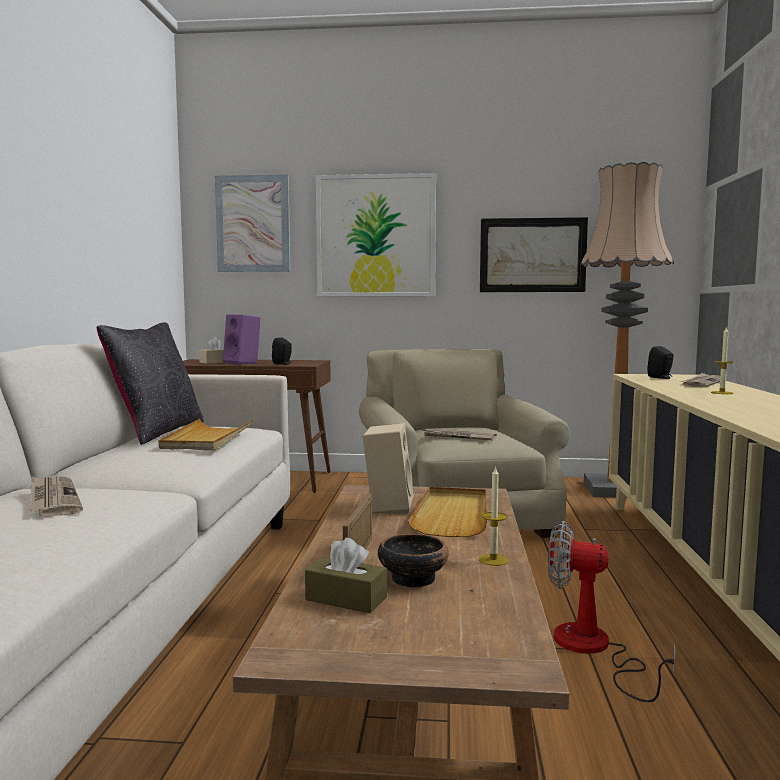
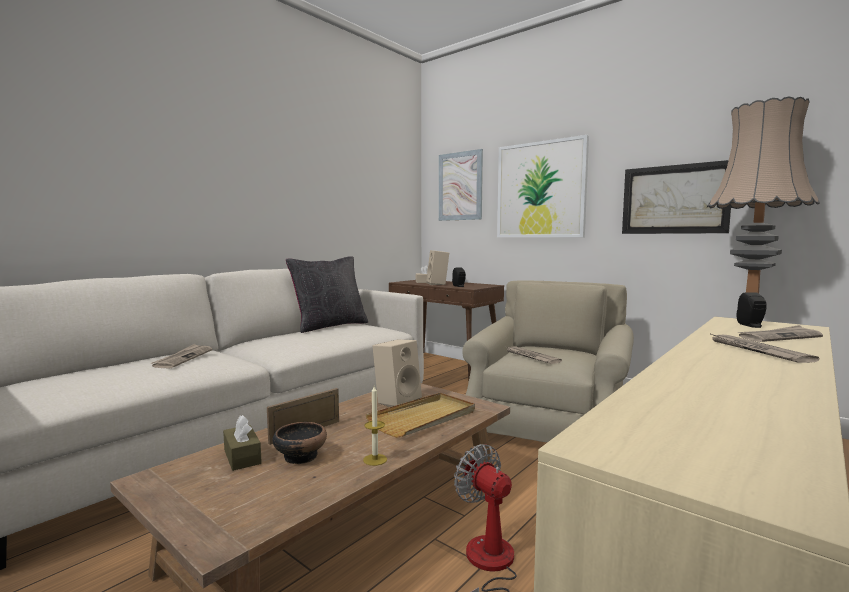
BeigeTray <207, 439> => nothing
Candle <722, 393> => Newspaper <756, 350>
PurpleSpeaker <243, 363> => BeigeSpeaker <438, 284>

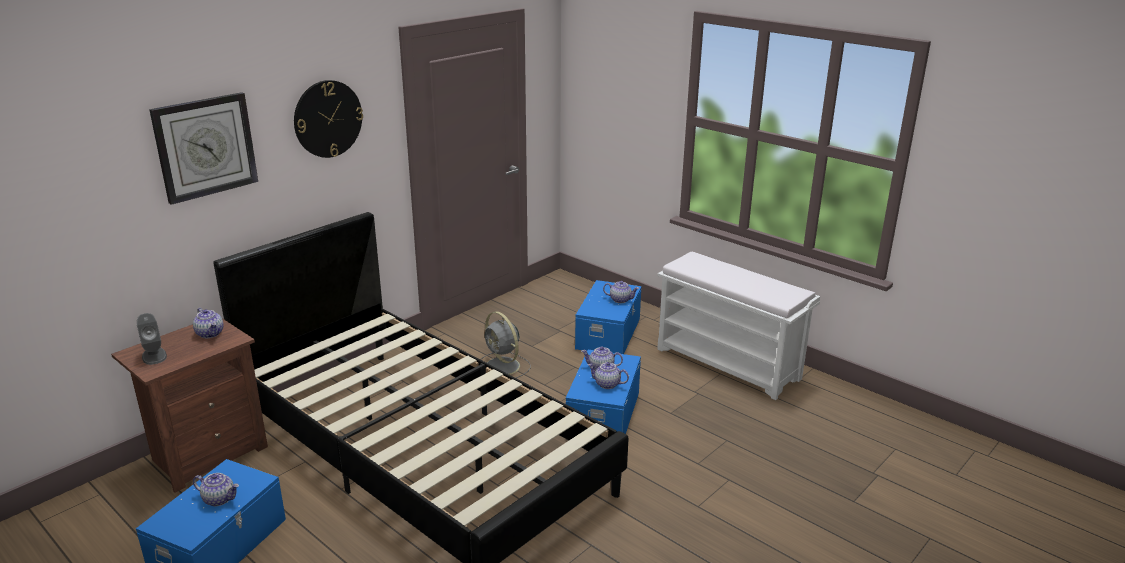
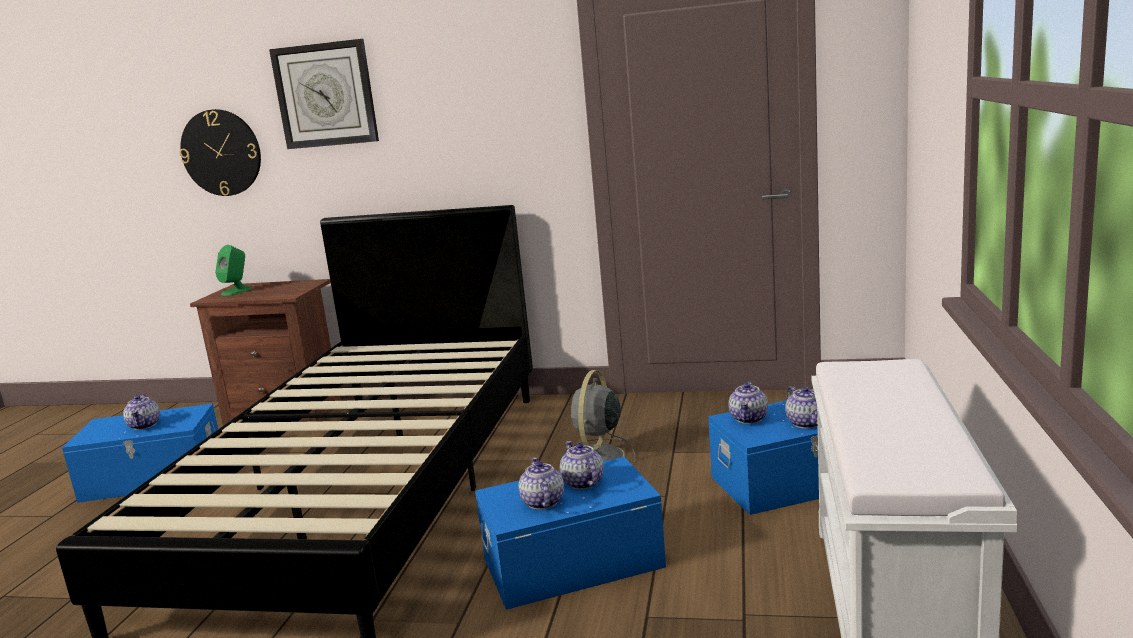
Teapot <210, 334> => Teapot <749, 419>, relocated
WallClock <328, 119> => WallClock <221, 153>, relocated
GreySpeaker <154, 356> => GreenSpeaker <237, 291>

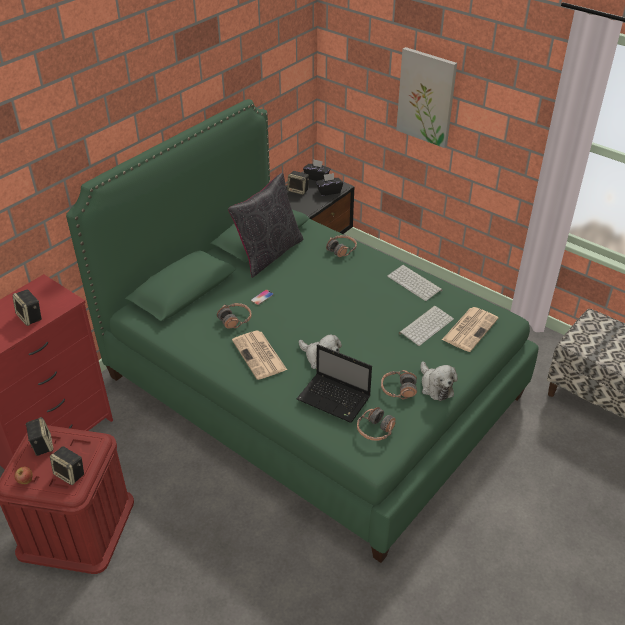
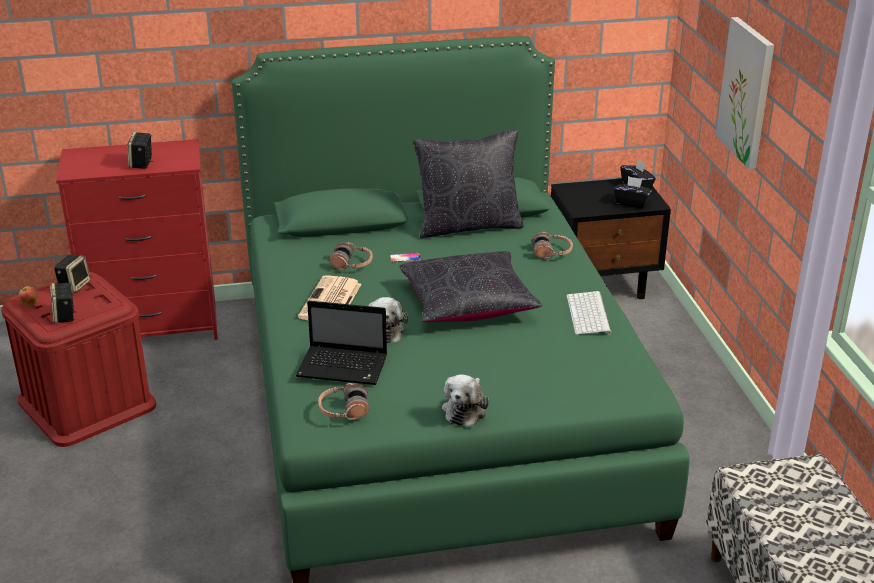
Speaker <298, 190> => nothing
Headphones <398, 389> => nothing
Keyboard <426, 325> => nothing
Newspaper <470, 329> => nothing
nothing => BlackPillow <468, 303>
Laptop <335, 399> => Laptop <344, 367>, 60 degrees counterclockwise

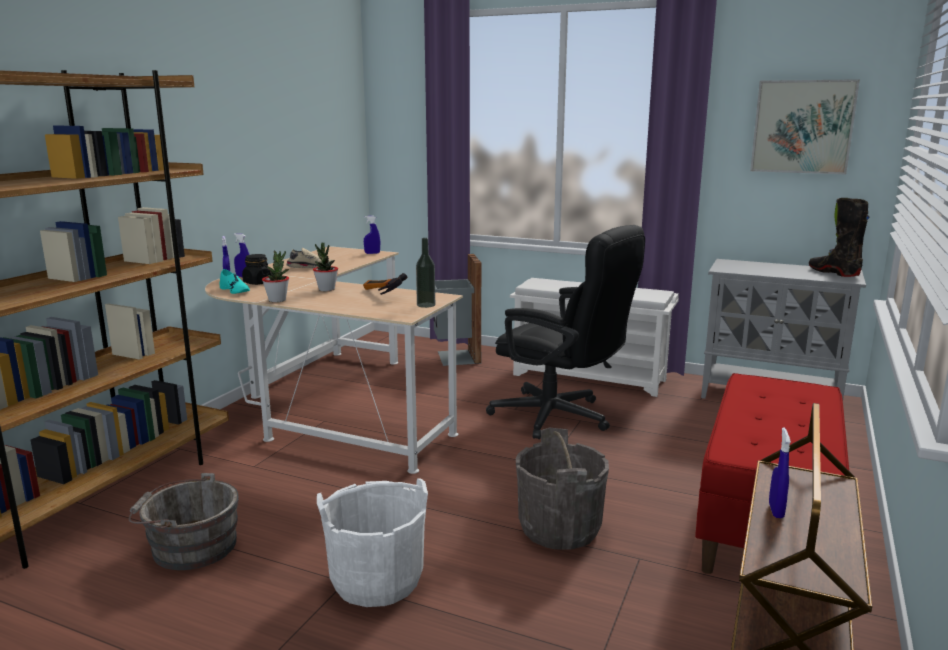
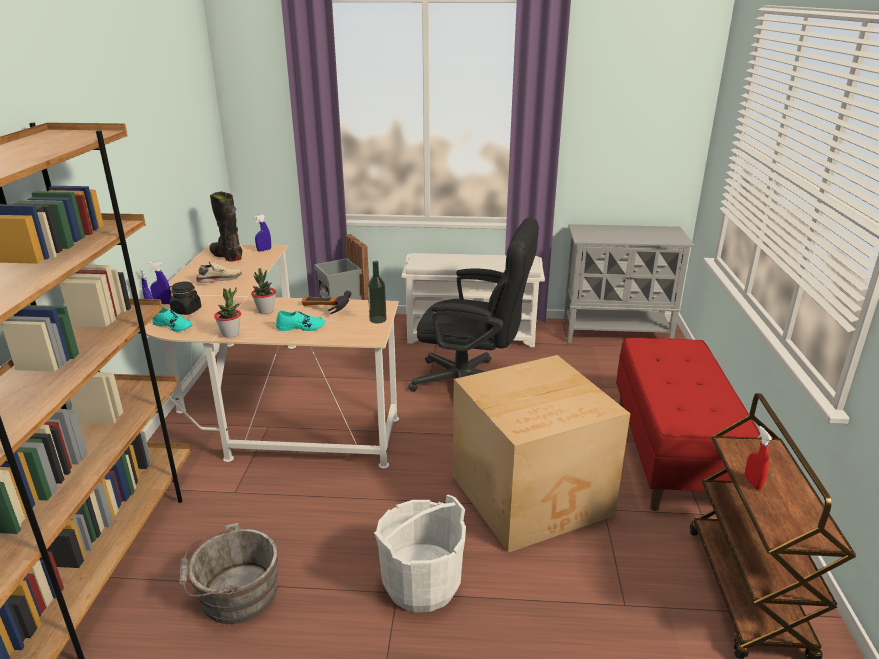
Picture <802, 127> => nothing
nothing => TurquoiseShoe <301, 327>
BlackBoot <834, 272> => BlackBoot <226, 256>, relocated
GreyBucket <560, 528> => CardboardBox <533, 495>
BlueSprayBottle <776, 511> => RedSprayBottle <752, 483>

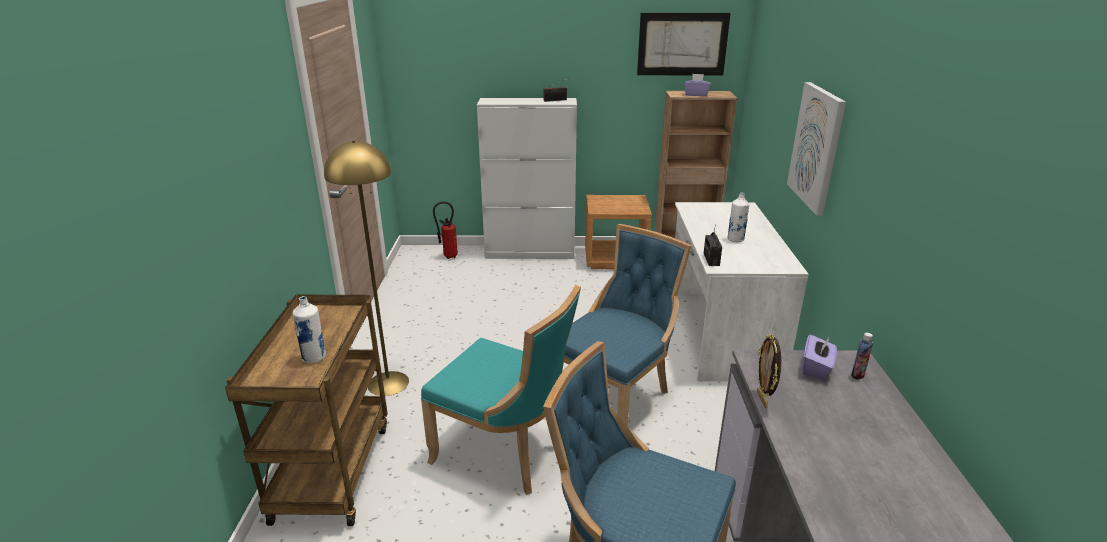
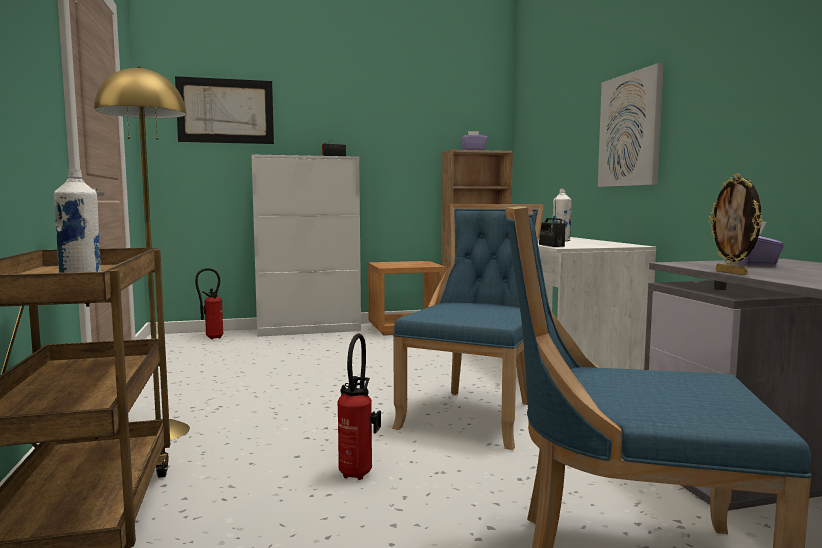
Bottle <857, 375> => nothing
Picture <682, 44> => Picture <225, 111>, relocated
TurquoiseChair <506, 452> => FireExtinguisher <359, 472>

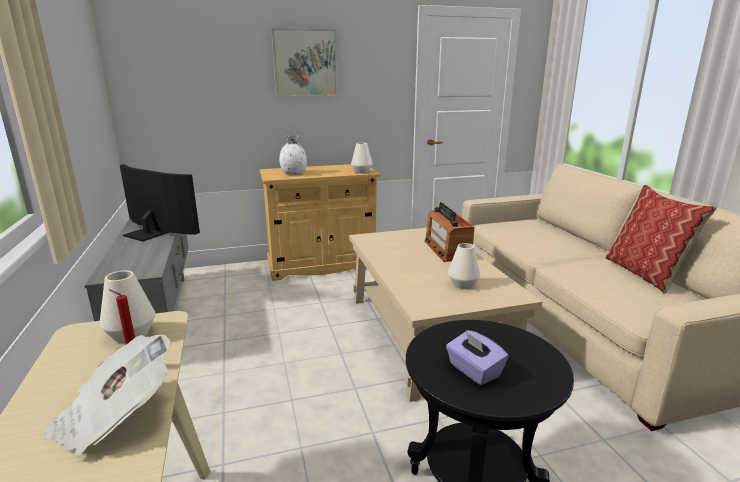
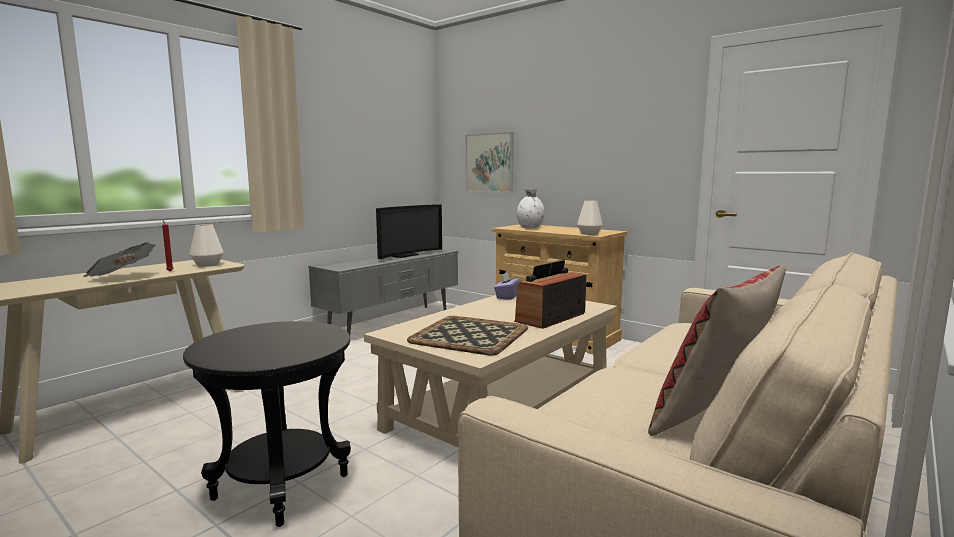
Picture <305, 63> => Picture <489, 163>, relocated
PurpleTissueBox <474, 371> => PurpleTissueBox <507, 296>, relocated
WhiteVase <463, 284> => Tray <468, 335>
Television <152, 232> => Television <404, 255>, 45 degrees clockwise

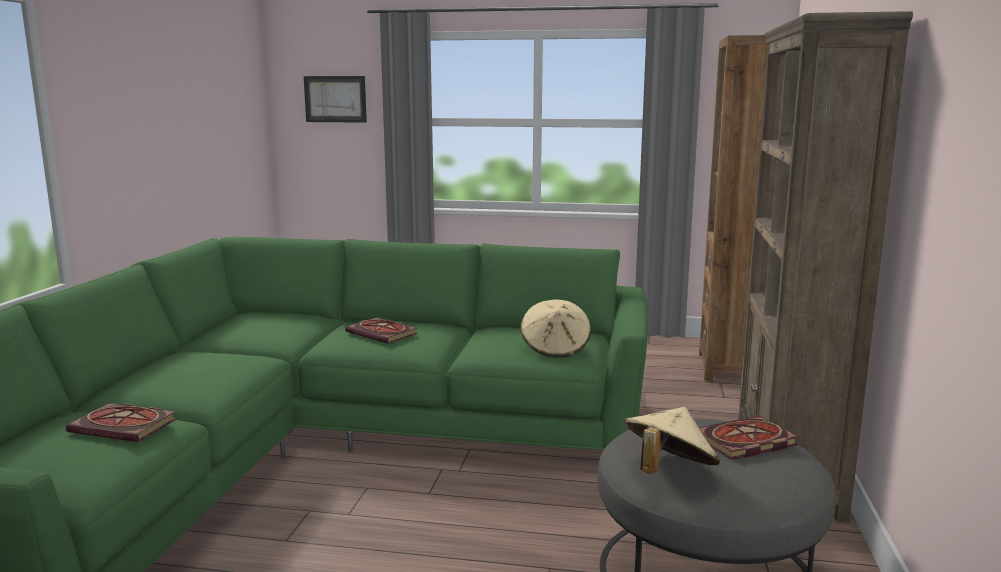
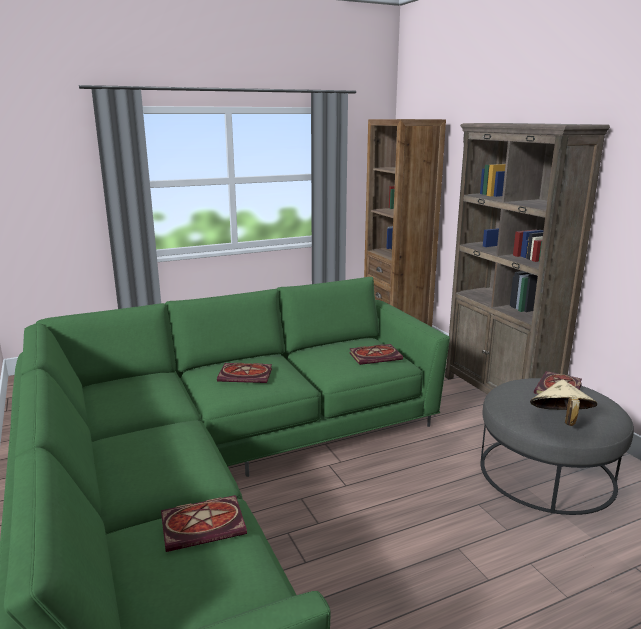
Picture <335, 99> => nothing
BeigeHat <555, 348> => Book <376, 356>

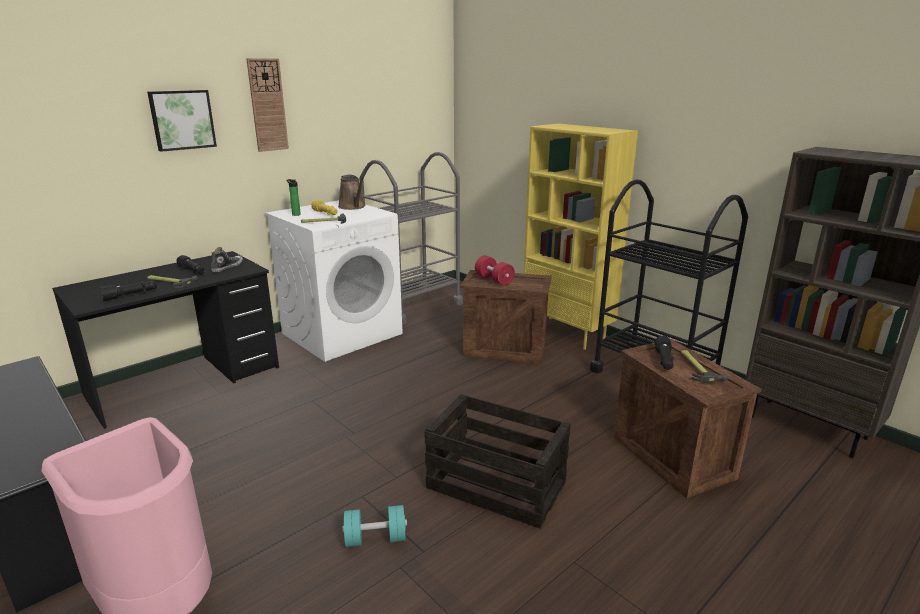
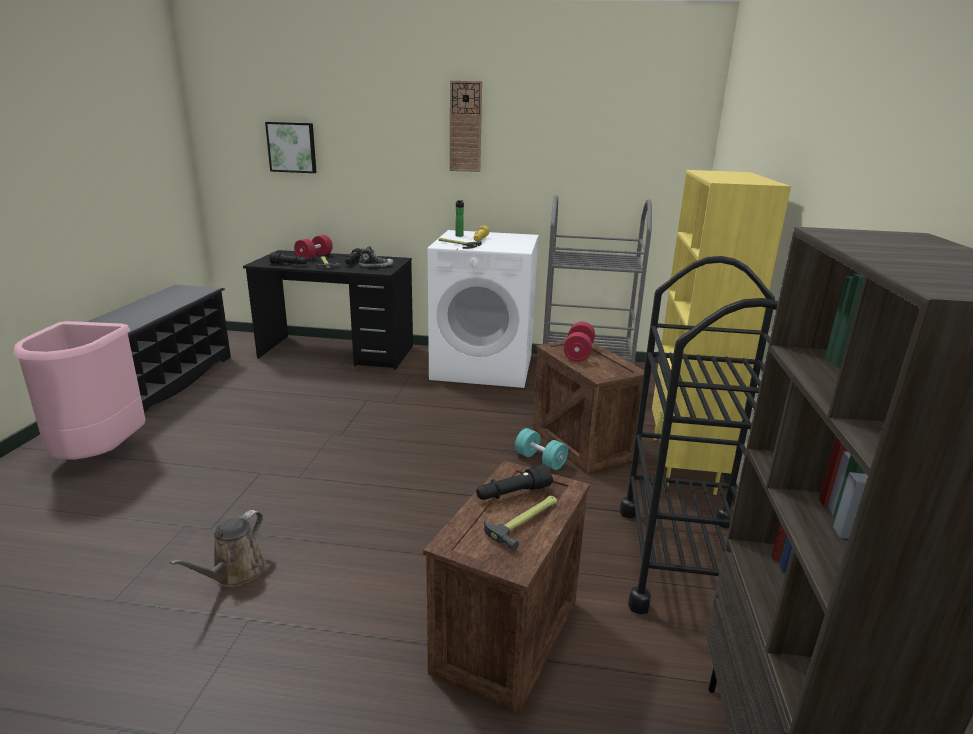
Crate <497, 485> => nothing
nothing => RedDumbbell <314, 257>
Picture <182, 120> => Picture <292, 147>, relocated
BrownWateringCan <353, 207> => BrownWateringCan <235, 573>, relocated
TurquoiseDumbbell <375, 538> => TurquoiseDumbbell <540, 460>, relocated

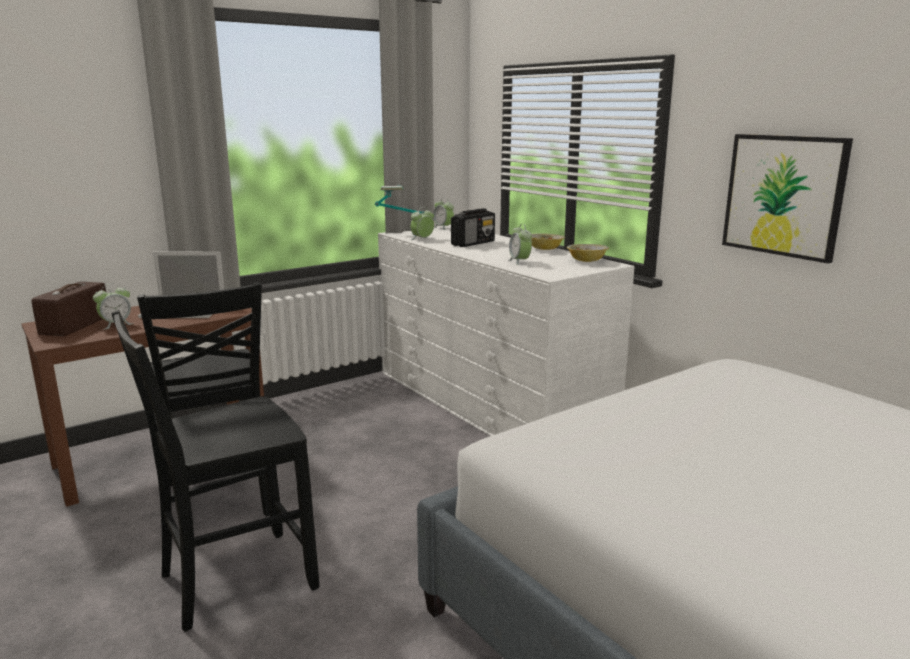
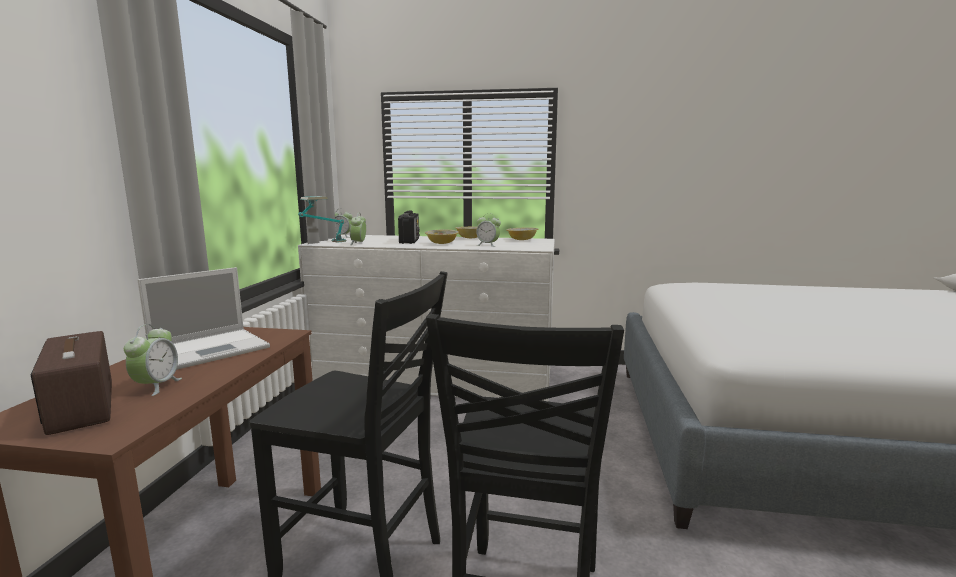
Picture <784, 195> => nothing
nothing => Bowl <442, 243>

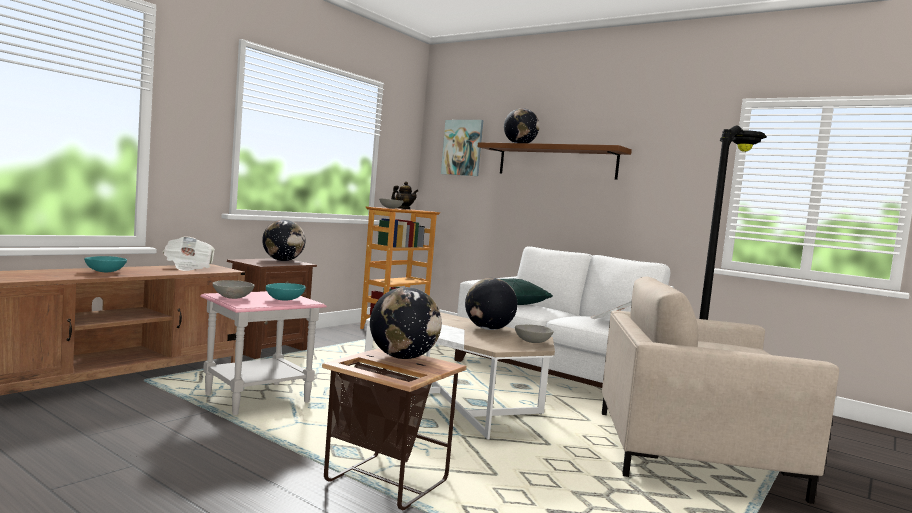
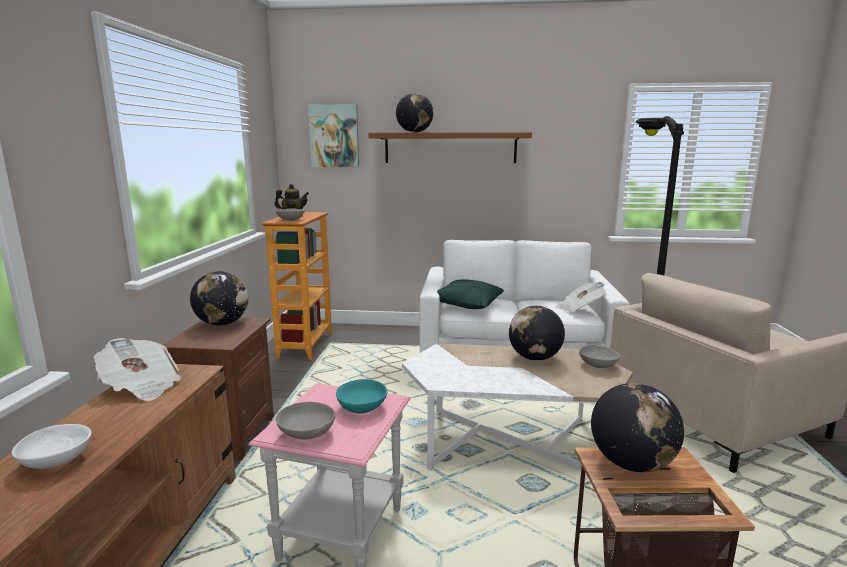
TurquoiseBowl <105, 272> => WhiteBowl <56, 461>

